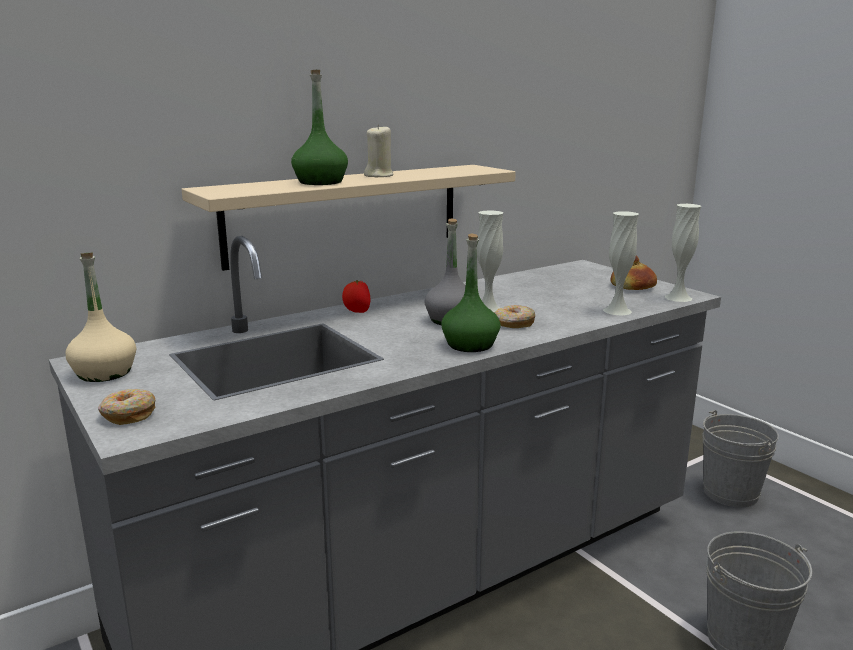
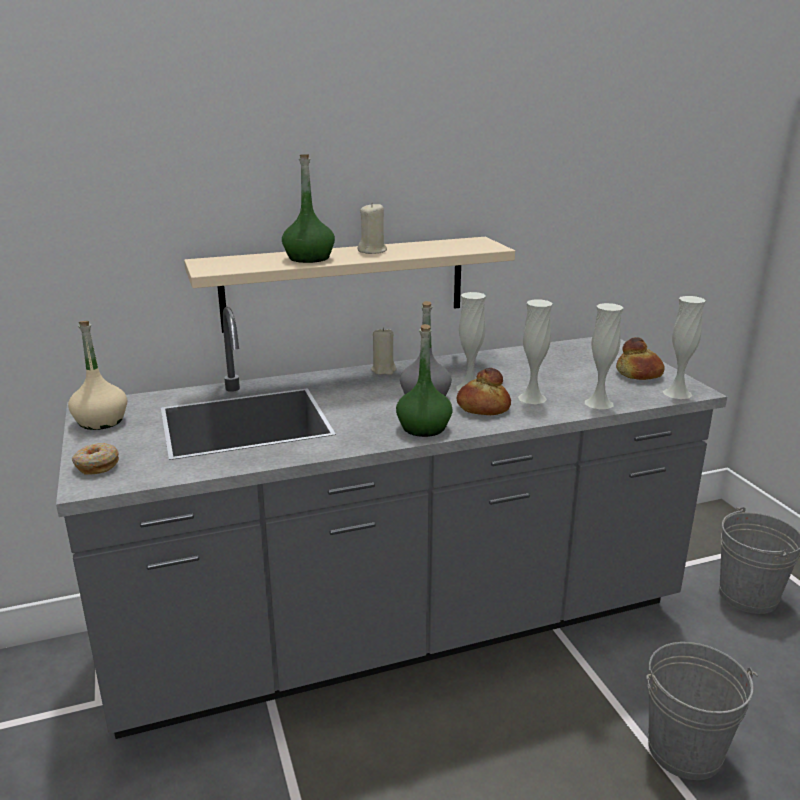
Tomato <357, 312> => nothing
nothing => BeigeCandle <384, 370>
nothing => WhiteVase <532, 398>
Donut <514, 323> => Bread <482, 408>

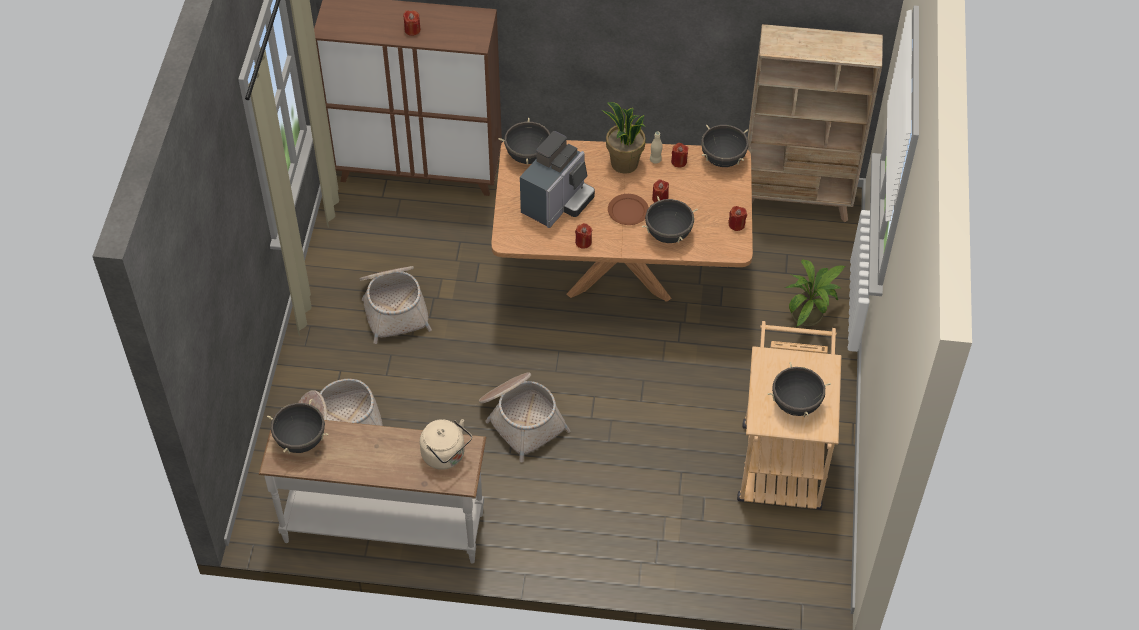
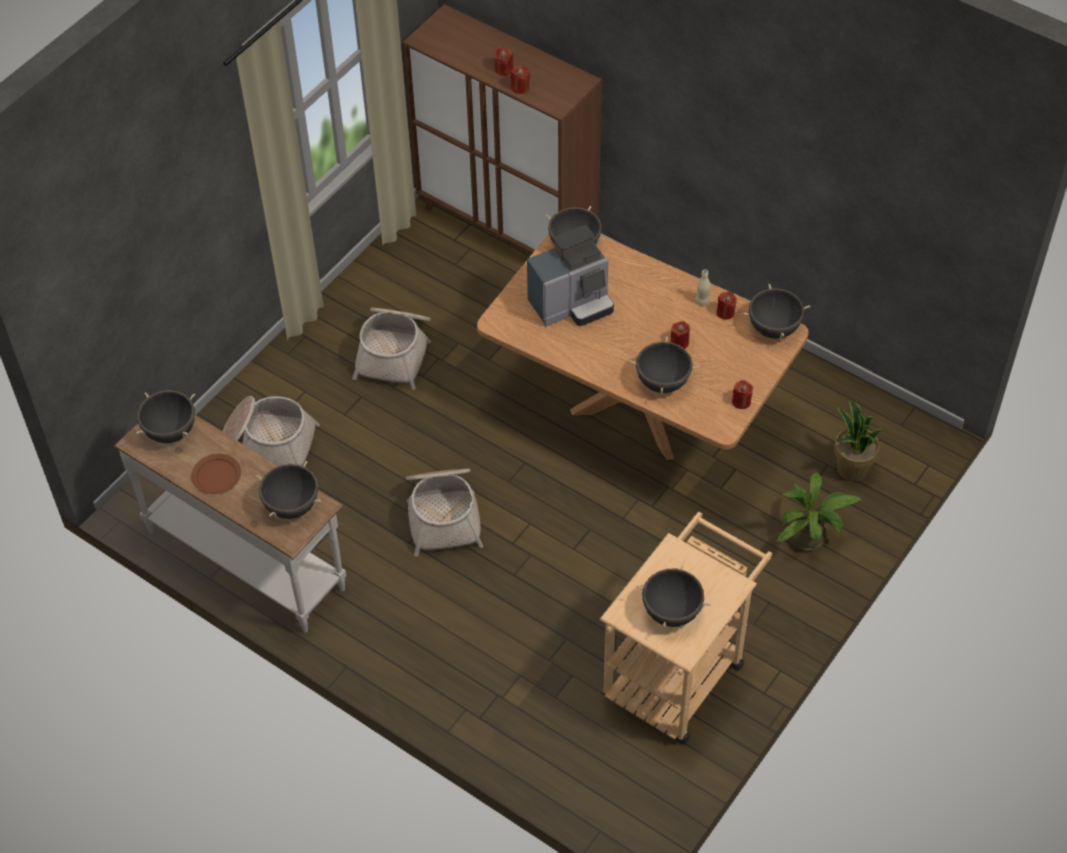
BeigeBookcase <796, 201> => nothing
RedCandle <583, 242> => RedCandle <520, 87>, relocated
PottedPlant <624, 163> => PottedPlant <851, 469>, relocated
BrownPlate <628, 210> => BrownPlate <216, 475>, relocated
BeigeKettle <446, 456> => BlackCookingPot <291, 506>

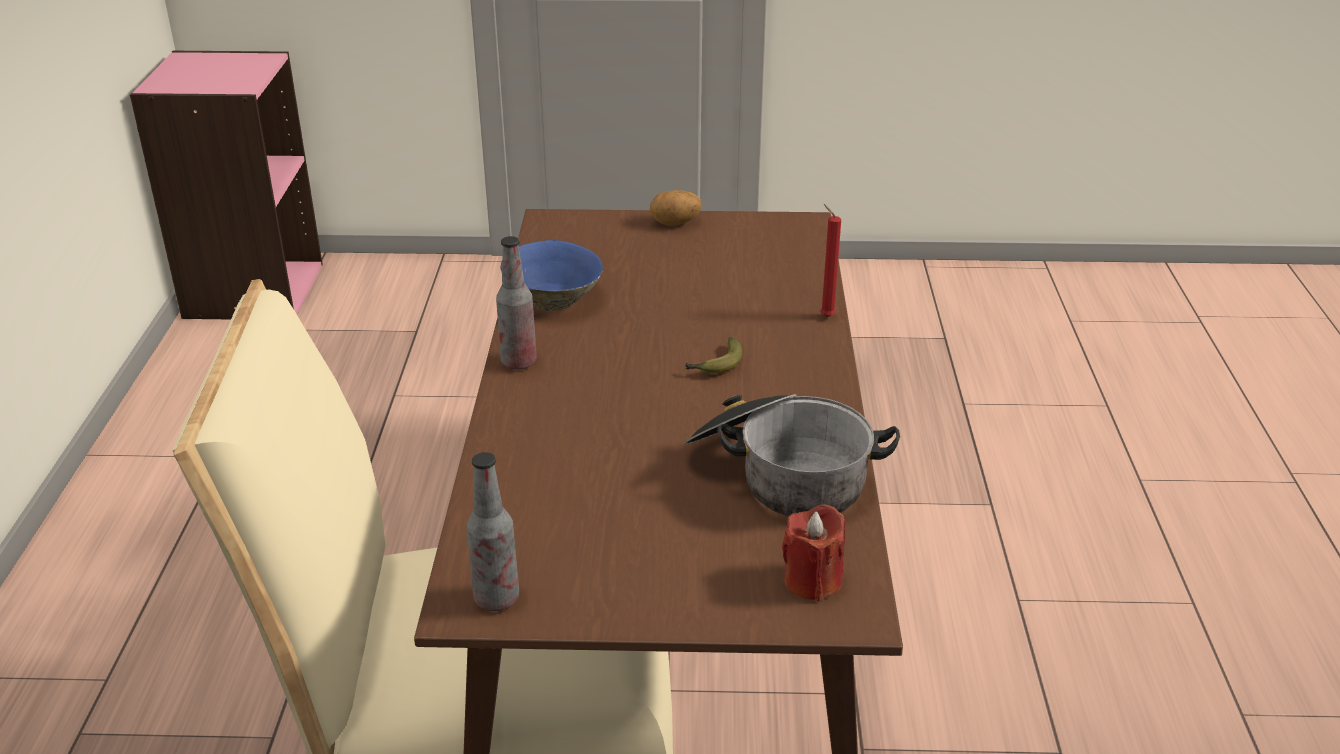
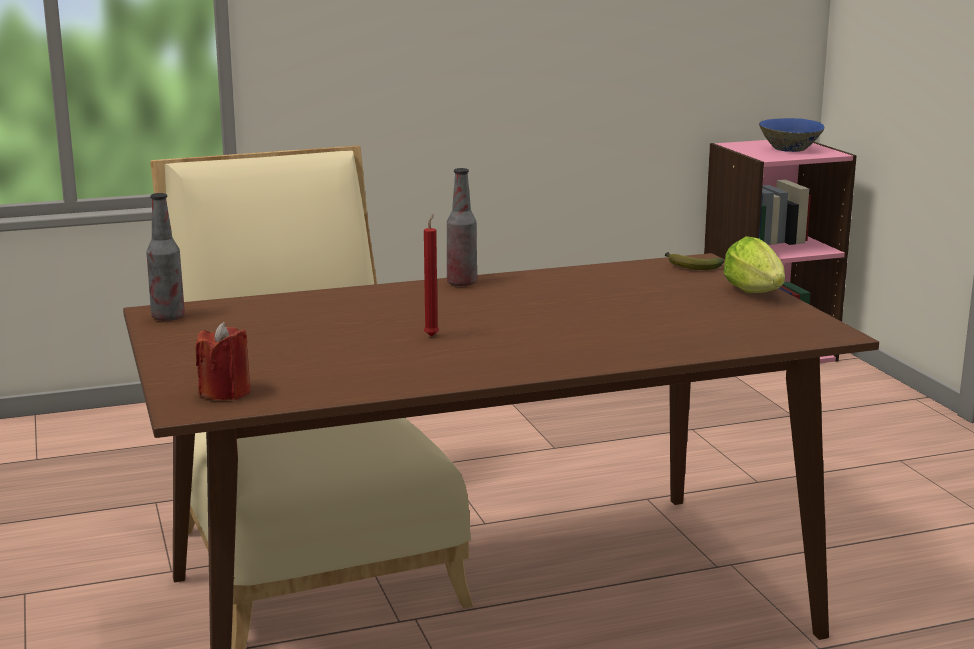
CookingPot <781, 475> => nothing
BlueBowl <553, 300> => BlueBowl <789, 149>, relocated
Banana <716, 365> => Banana <690, 266>, relocated
RedCandle <825, 316> => RedCandle <432, 335>, relocated
Potato <675, 223> => Lettuce <757, 294>

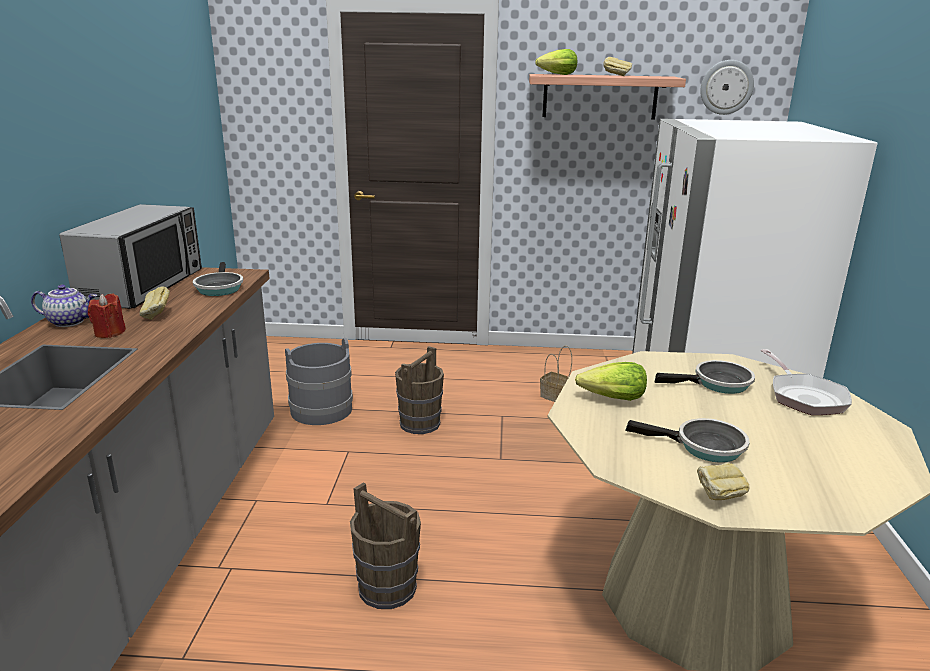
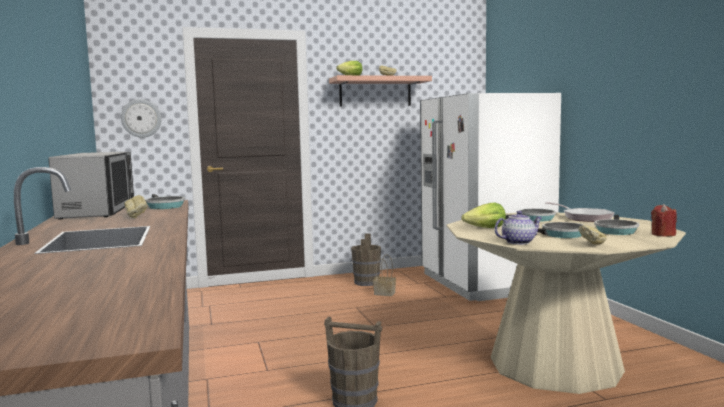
GreyBucket <321, 409> => nothing
nothing => FryingPan <615, 231>
Teapot <70, 322> => Teapot <518, 242>, relocated
RedCandle <109, 333> => RedCandle <663, 234>, relocated
BrownBucket <420, 423> => BrownBucket <366, 282>, relocated
WallClock <726, 87> => WallClock <141, 118>, relocated

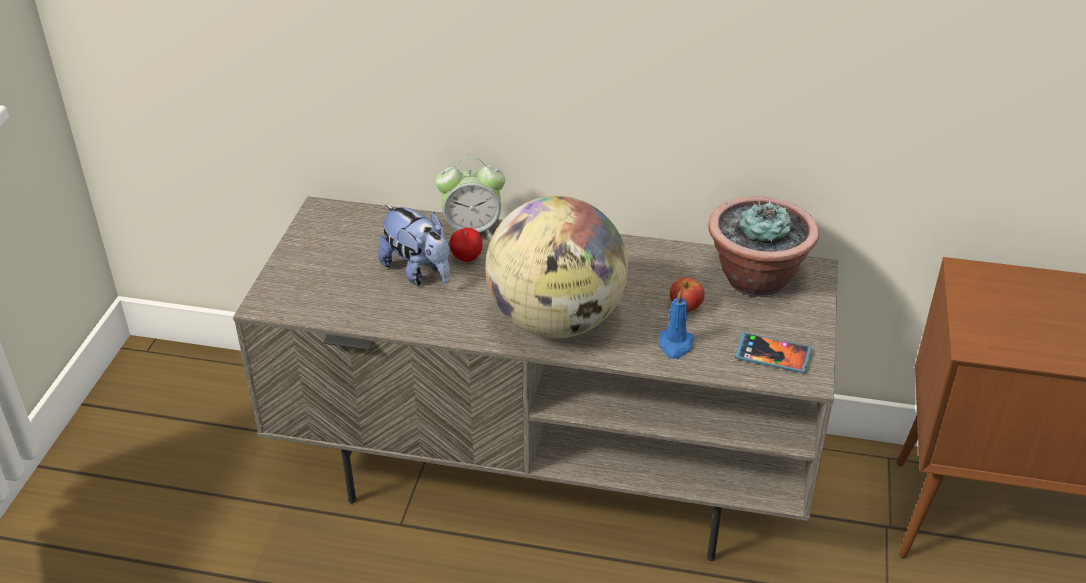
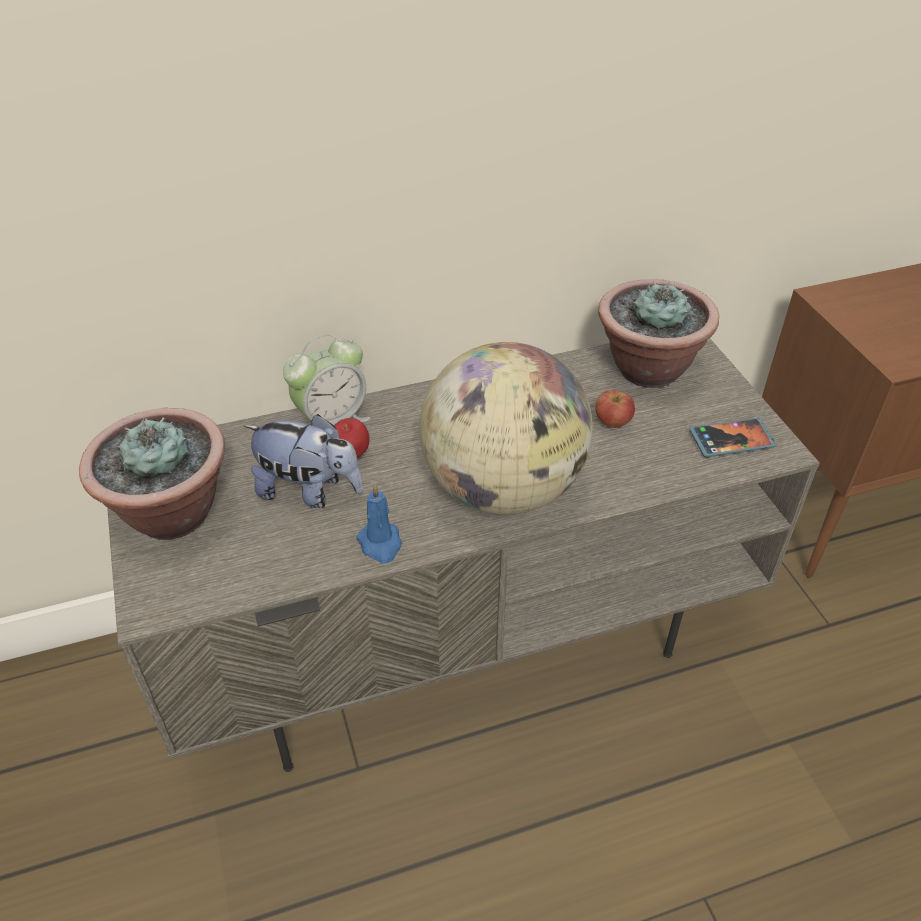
nothing => PottedPlant <171, 513>
BlueCandle <675, 345> => BlueCandle <380, 544>, relocated

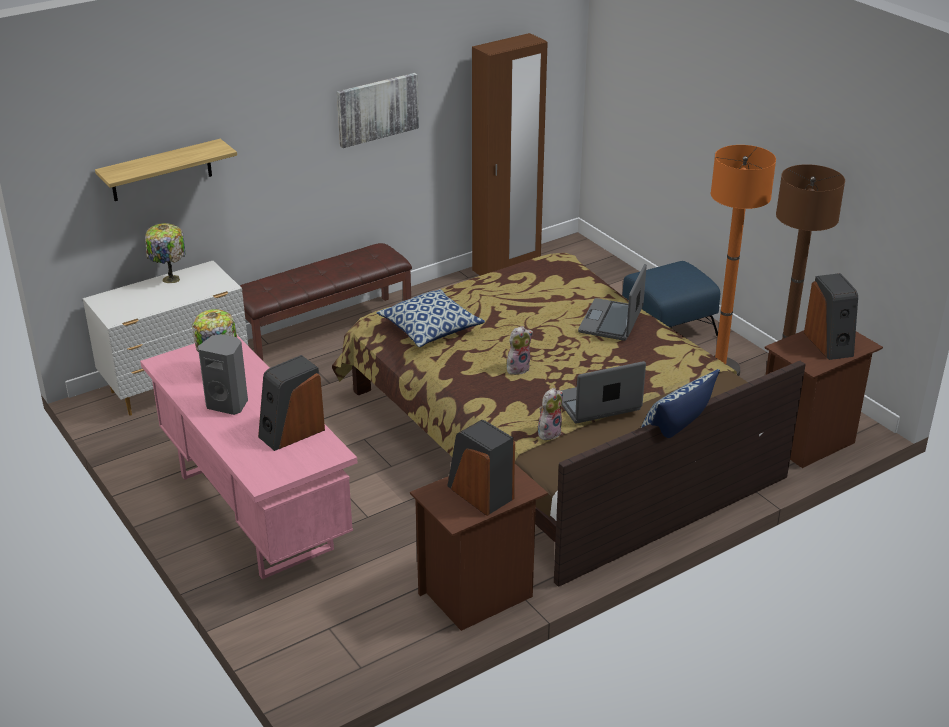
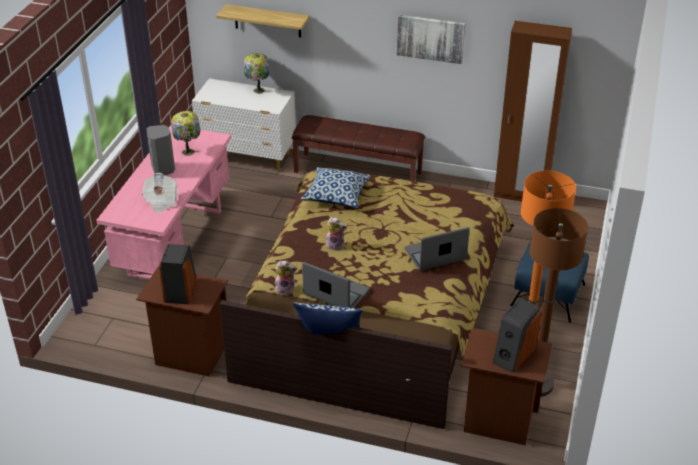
Speaker <291, 432> => Newspaper <161, 201>

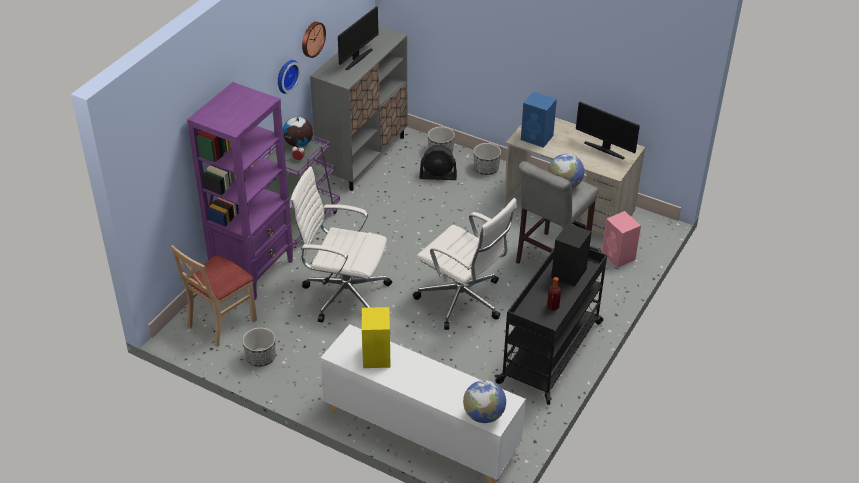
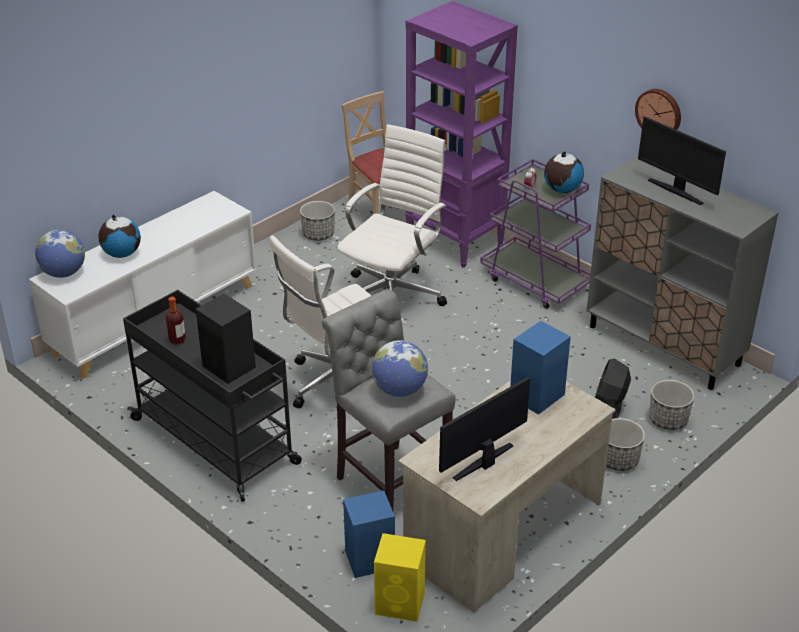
WallClock <286, 75> => nothing
nothing => Globe <122, 254>
YellowSpeaker <376, 355> => YellowSpeaker <401, 603>, relocated
PinkSpeaker <619, 256> => BlueSpeaker <368, 560>

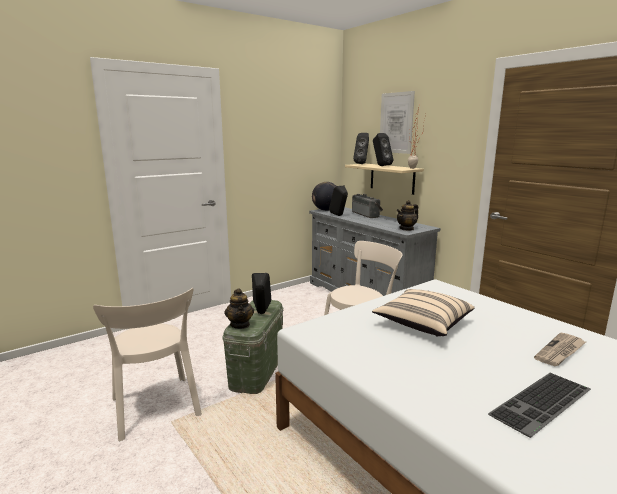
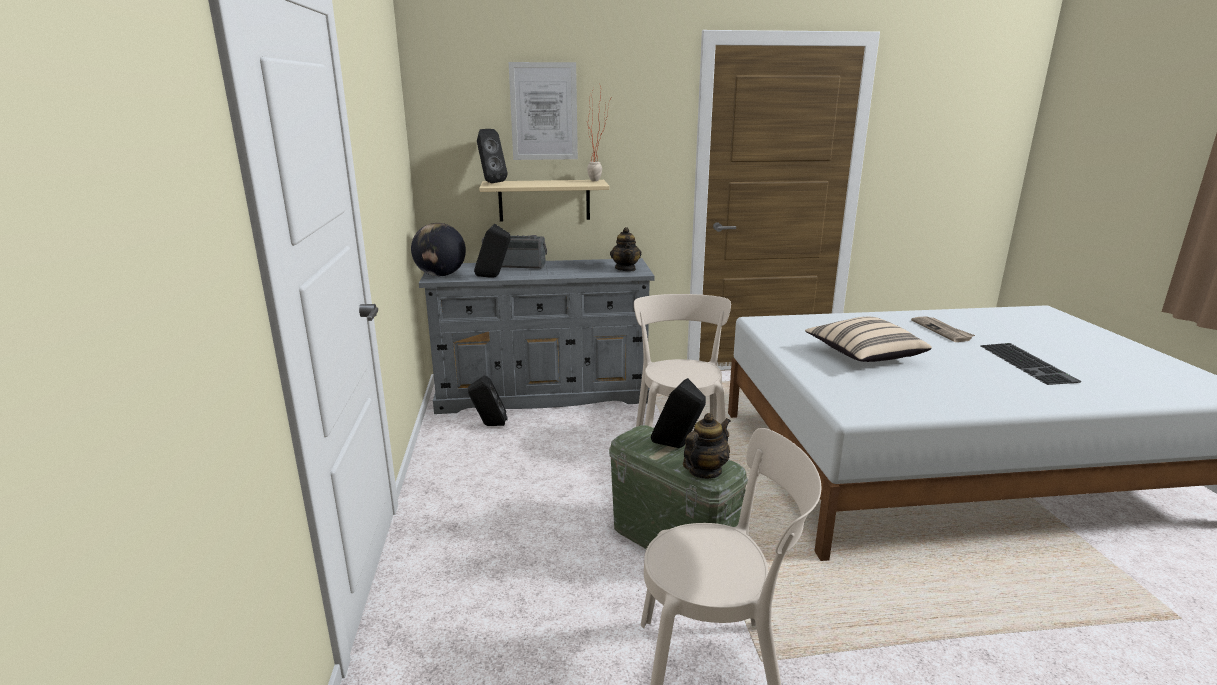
BlackSpeaker <380, 166> => BlackSpeaker <489, 425>, relocated
Teapot <240, 325> => Teapot <705, 471>, 60 degrees counterclockwise

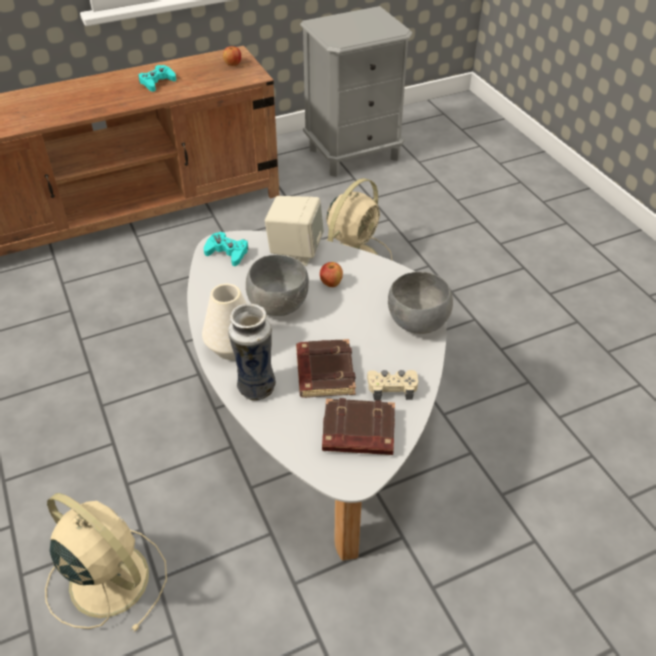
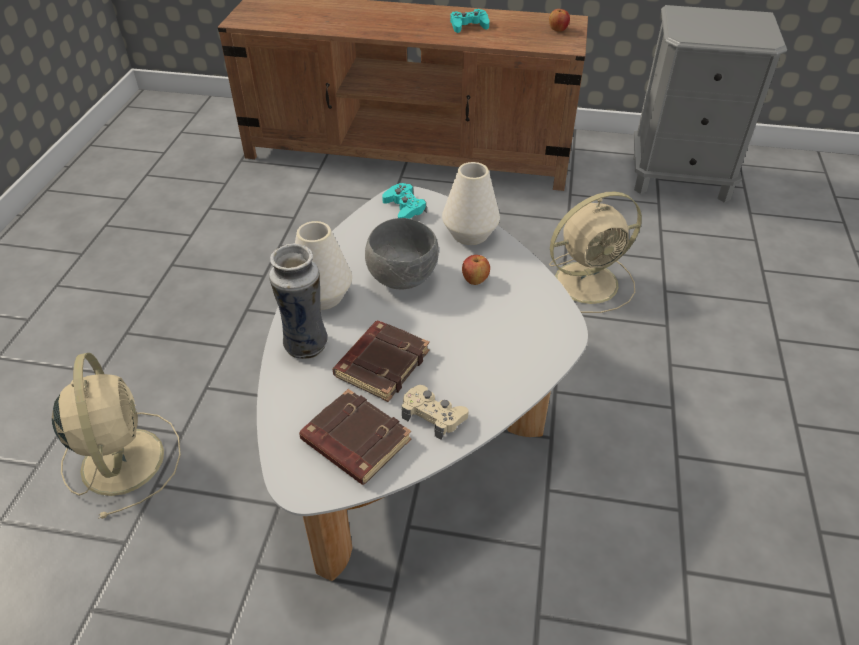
GreyBowl <416, 323> => nothing
BeigeSpeaker <295, 251> => WhiteVase <470, 234>

